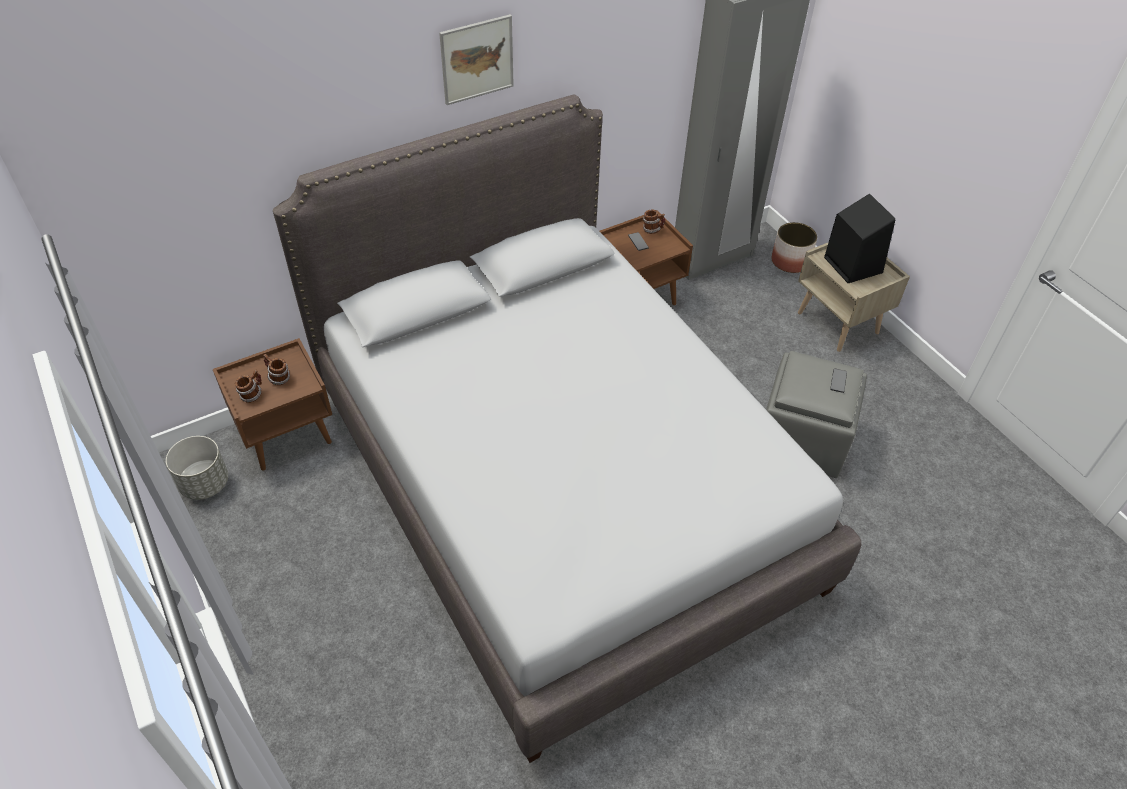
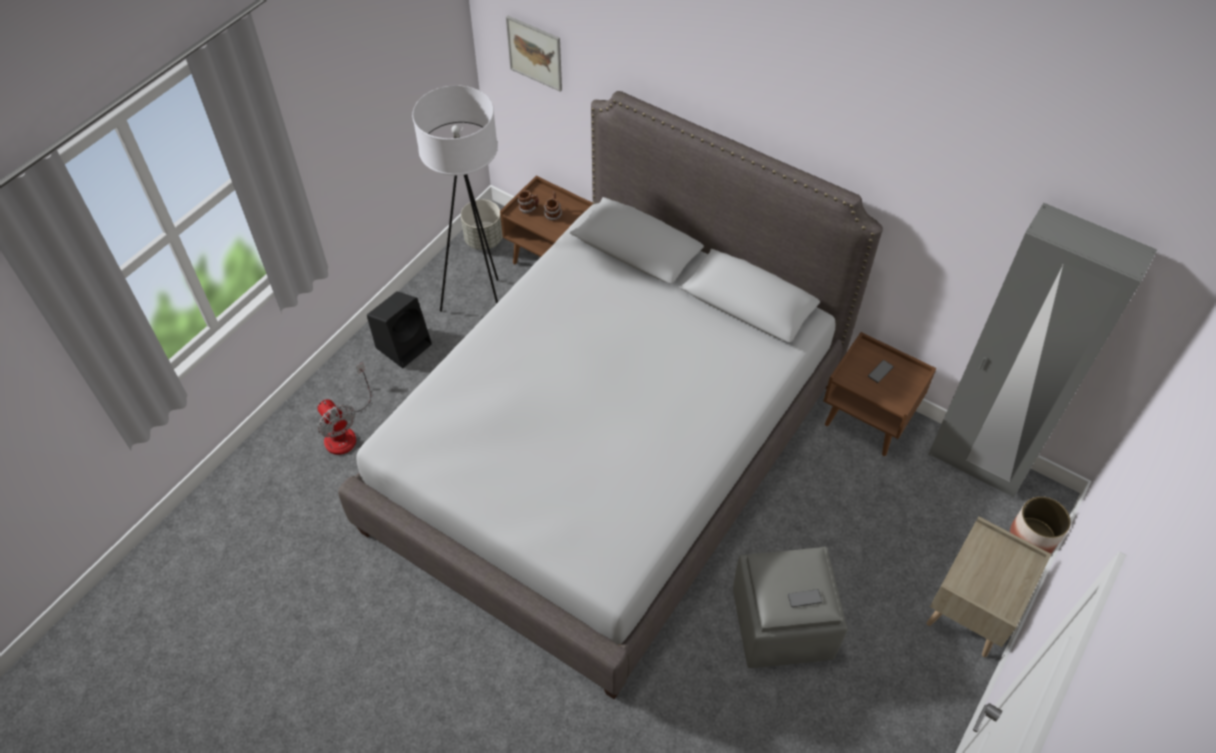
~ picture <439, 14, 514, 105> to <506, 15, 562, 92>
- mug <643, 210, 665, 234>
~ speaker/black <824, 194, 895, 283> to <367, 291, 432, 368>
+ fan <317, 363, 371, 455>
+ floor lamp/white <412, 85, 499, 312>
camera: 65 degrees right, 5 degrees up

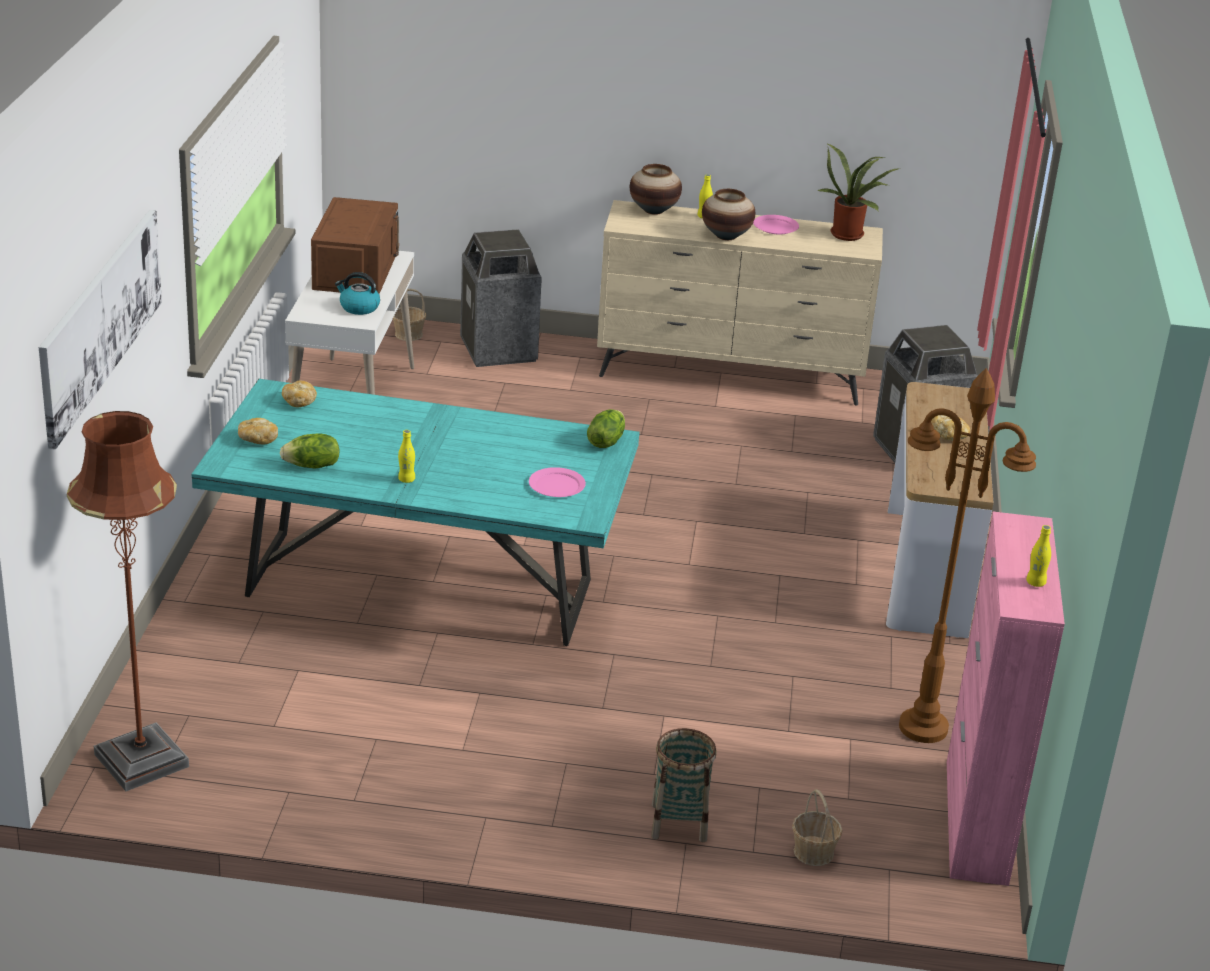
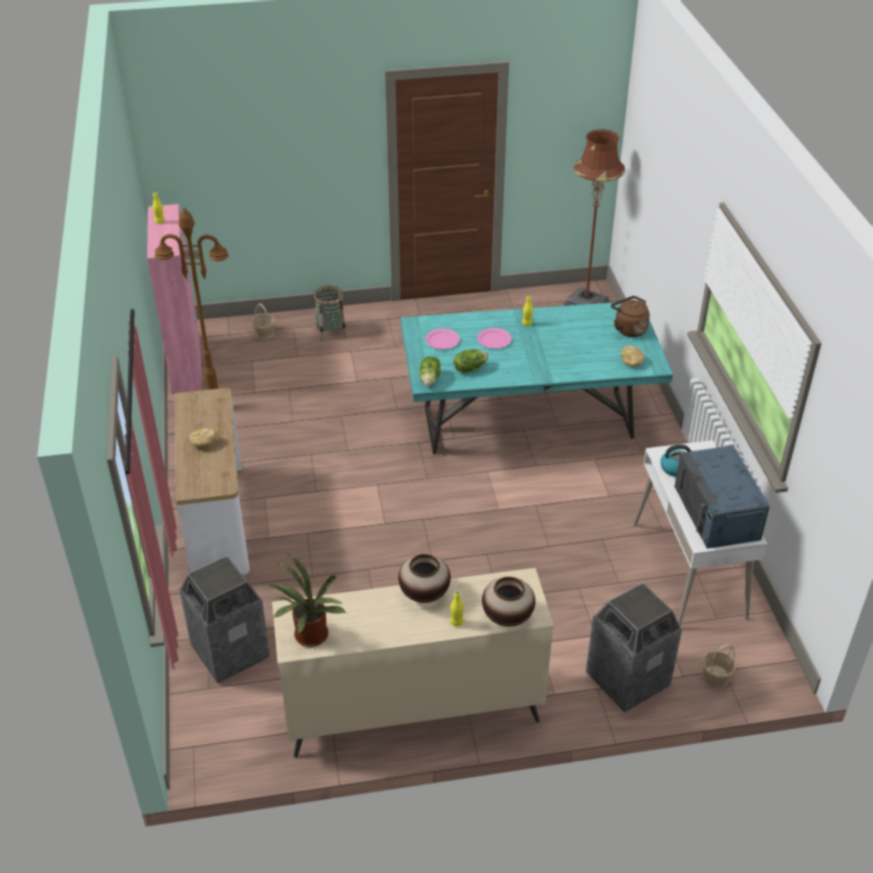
- picture <39, 210, 162, 449>
~ bread <238, 418, 278, 444> to kettle/brown <611, 296, 650, 337>
~ lettuce <280, 433, 340, 468> to <453, 349, 489, 373>
~ microwave/brown <311, 197, 399, 294> to microwave/blue <674, 445, 770, 549>
~ plate/pink <753, 215, 799, 234> to <477, 328, 512, 349>
camera: 165 degrees right, 10 degrees up

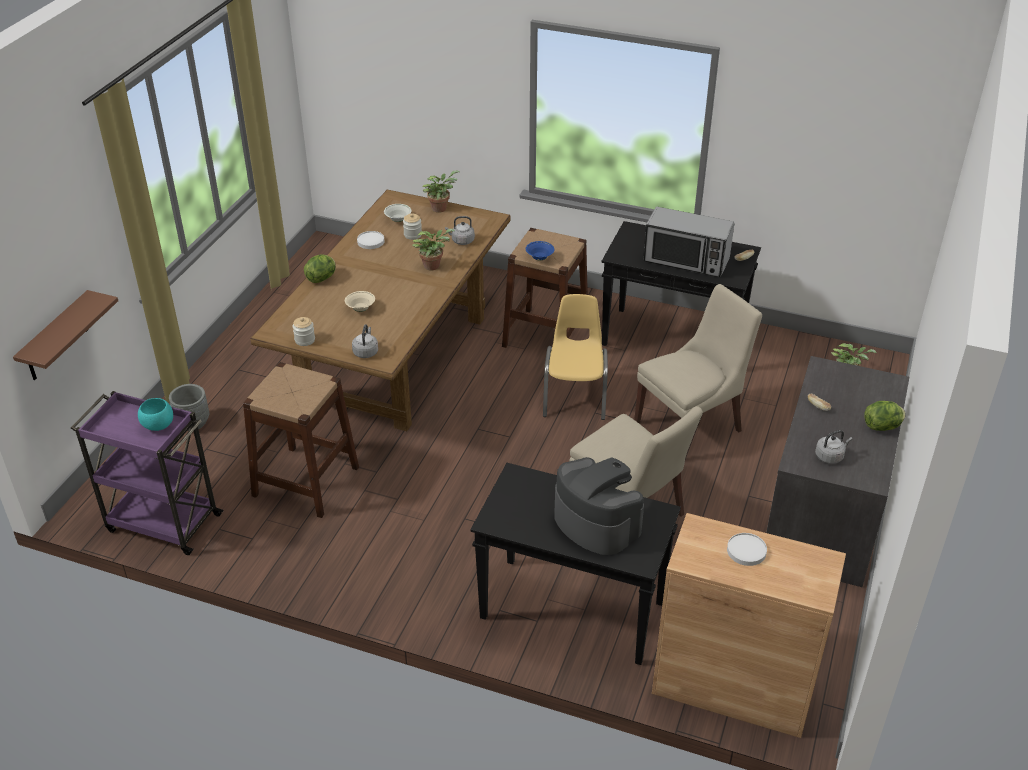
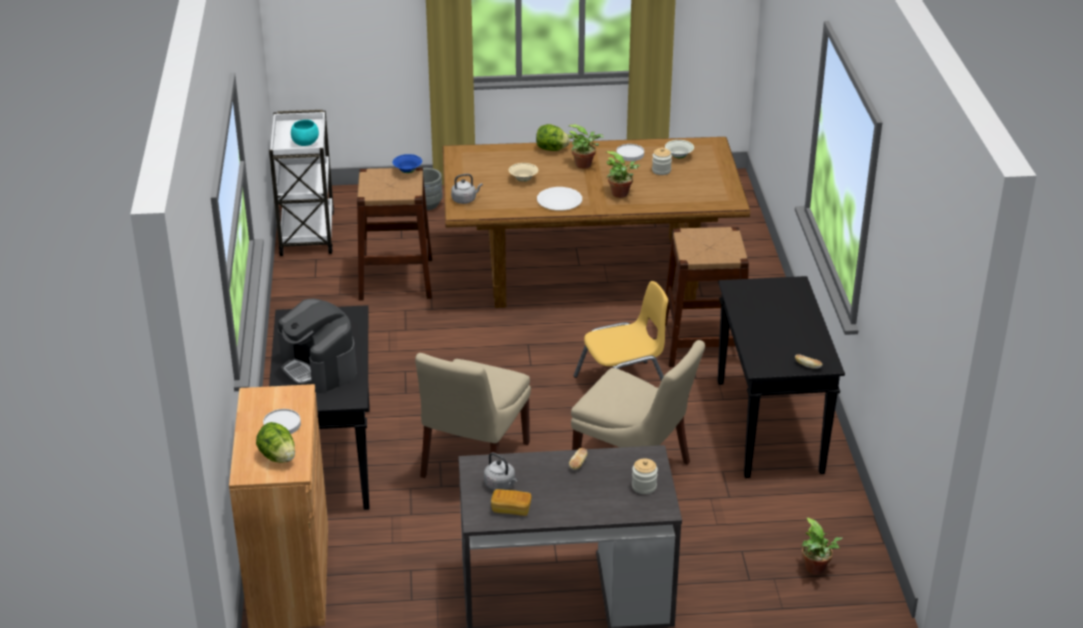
- shelf/brown <13, 290, 118, 380>
~ cart/purple <71, 391, 224, 555> to cart/white <269, 110, 334, 256>
~ jar <293, 317, 315, 346> to <632, 459, 658, 494>
~ potted plant <422, 170, 459, 213> to <568, 124, 604, 169>
- kettle/grey <445, 216, 475, 245>
~ bowl/blue <526, 241, 554, 261> to <393, 154, 422, 173>
~ coffee machine <554, 457, 644, 555> = <278, 299, 357, 393> 120 degrees clockwise
- microwave <643, 207, 735, 277>
~ lettuce <864, 401, 905, 431> to <256, 422, 295, 463>
+ bread <491, 489, 531, 516>
+ plate/white <537, 187, 582, 211>
camera: 65 degrees right, 5 degrees down

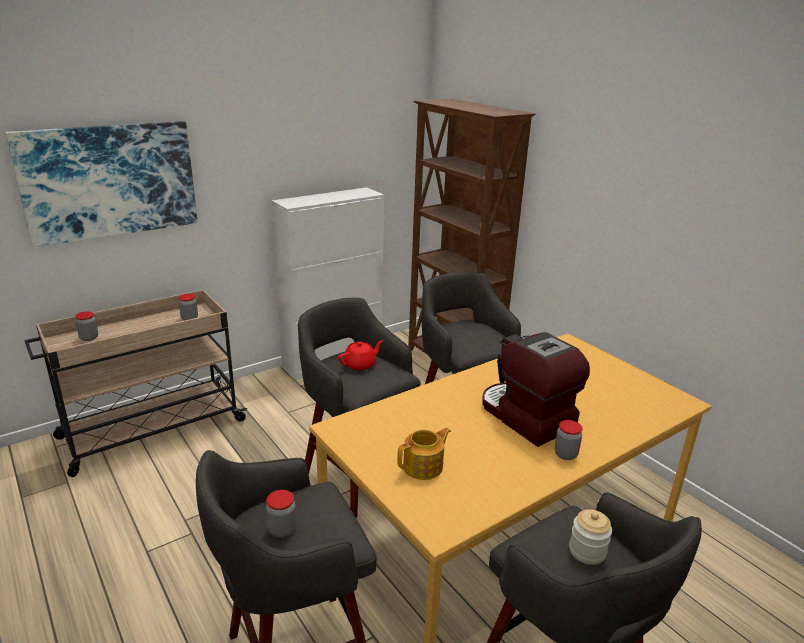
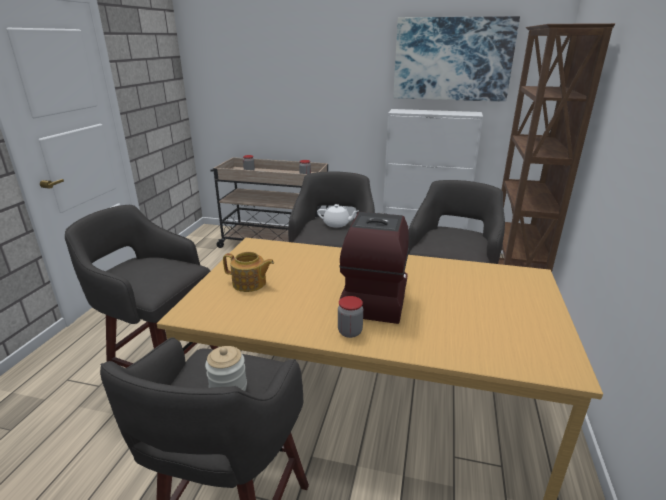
~ picture <5, 121, 198, 247> to <393, 16, 520, 102>
- jar <266, 490, 297, 538>
~ teapot/red <338, 340, 384, 370> to teapot/white <317, 204, 358, 228>
camera: 50 degrees right, 0 degrees up

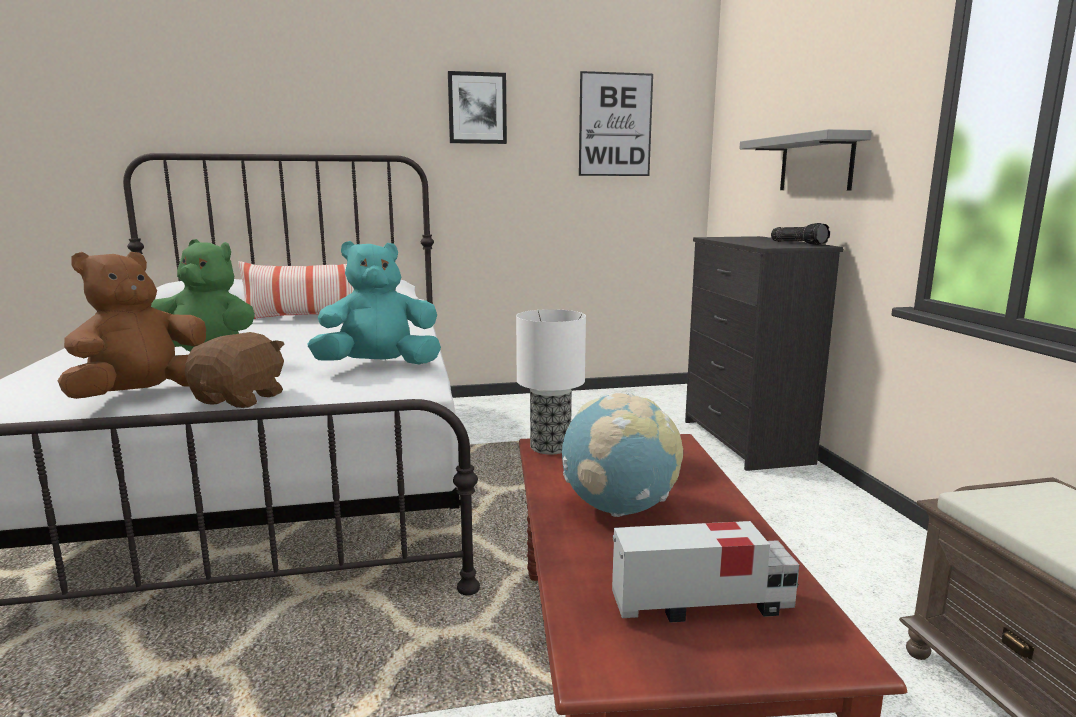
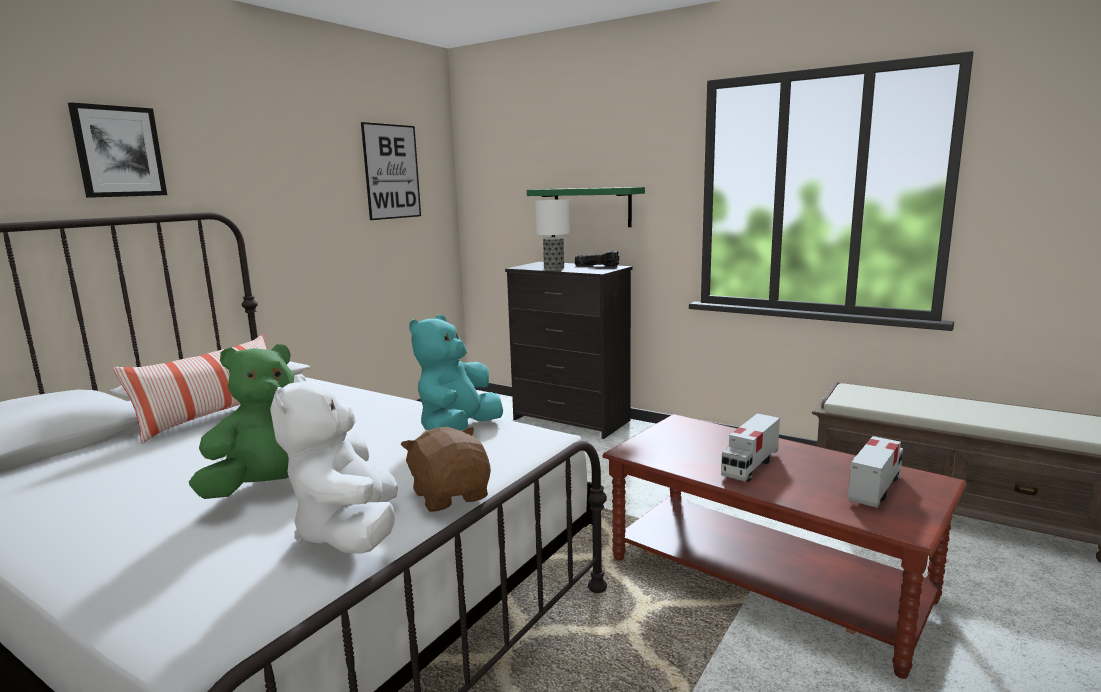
~ plush toy/brown <58, 252, 206, 399> to plush toy/white <270, 374, 398, 554>
~ picture <448, 71, 507, 144> to <68, 102, 167, 198>
~ table lamp <516, 309, 586, 454> to <535, 199, 570, 270>
~ globe <562, 392, 683, 517> to toy truck <721, 414, 780, 482>
~ shelf/grey <739, 129, 872, 190> to shelf/green <527, 187, 645, 227>
camera: 45 degrees left, 0 degrees up

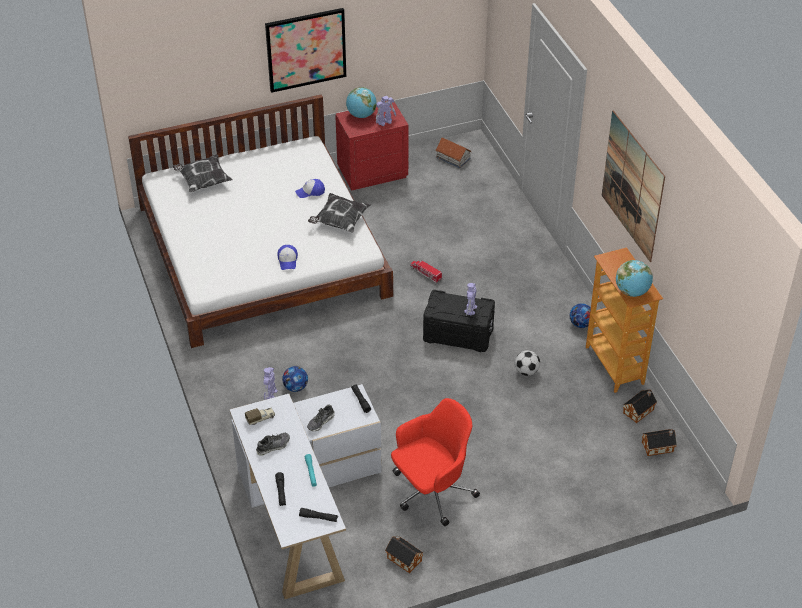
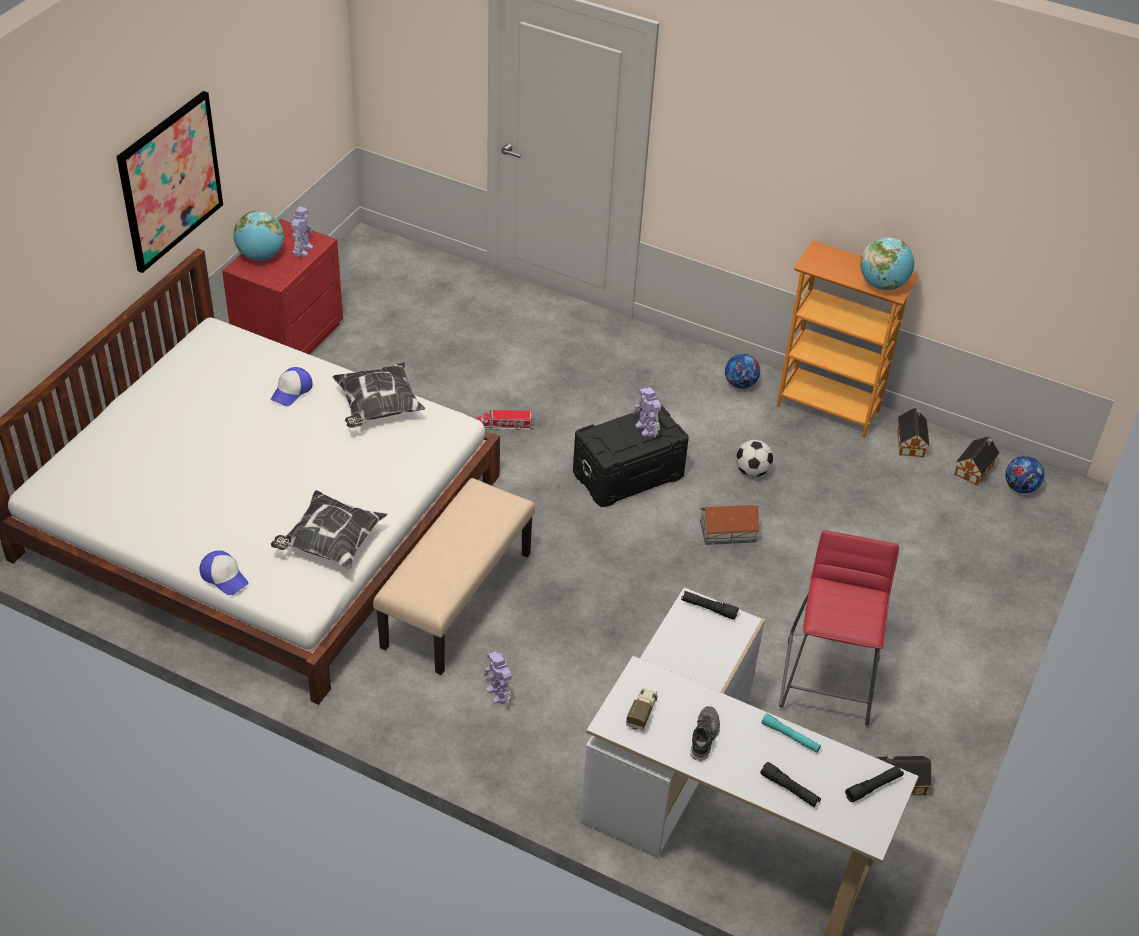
~ pillow <173, 154, 233, 192> to <271, 490, 387, 569>
~ cap <277, 245, 298, 270> to <199, 550, 249, 595>
~ football <282, 366, 308, 392> to <1005, 456, 1044, 493>
- shoe <307, 404, 335, 431>
~ office chair/red <391, 398, 480, 526> to stool/red <779, 530, 899, 726>
~ toy house <436, 138, 472, 168> to <700, 505, 760, 545>
- picture <602, 110, 665, 262>
+ bench/beige <373, 478, 535, 675>
camera: 45 degrees left, 0 degrees up

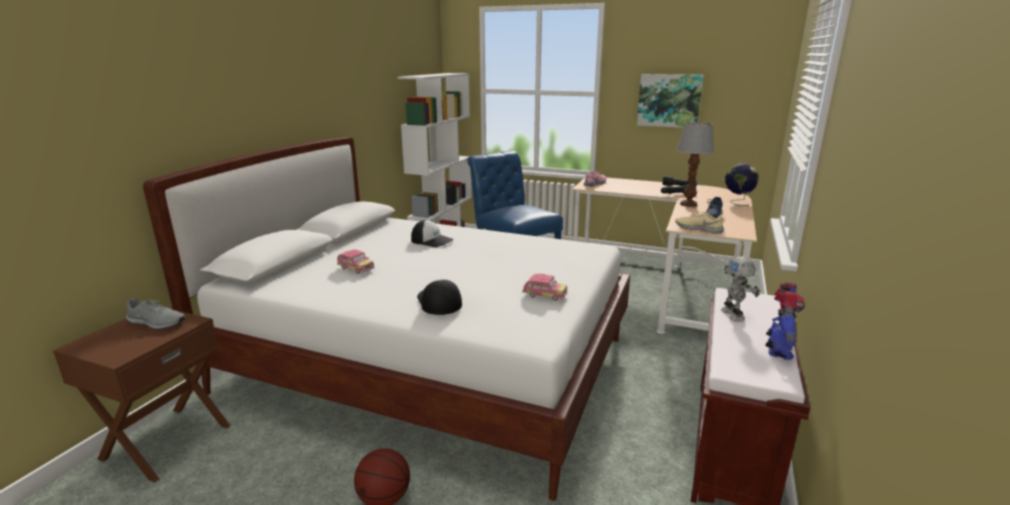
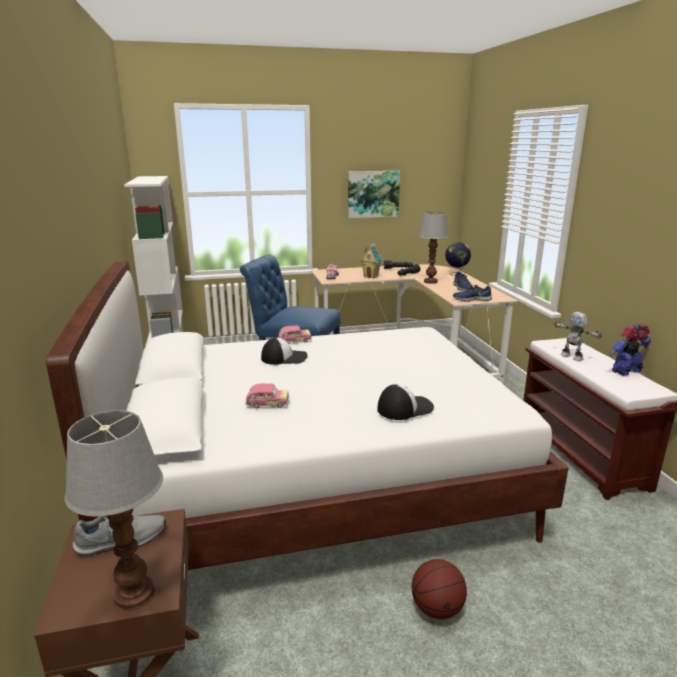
~ cap <417, 279, 462, 315> = <377, 384, 434, 420> 120 degrees clockwise
~ toy car <522, 274, 568, 301> to <278, 325, 312, 344>
~ shoe/beige <676, 212, 724, 234> to shoe/blue <453, 285, 492, 301>
~ toy robot <766, 282, 805, 360> = <609, 324, 650, 376> 105 degrees counterclockwise
+ table lamp <65, 410, 163, 611>
+ toy house <360, 244, 383, 279>
camera: 35 degrees left, 0 degrees up

